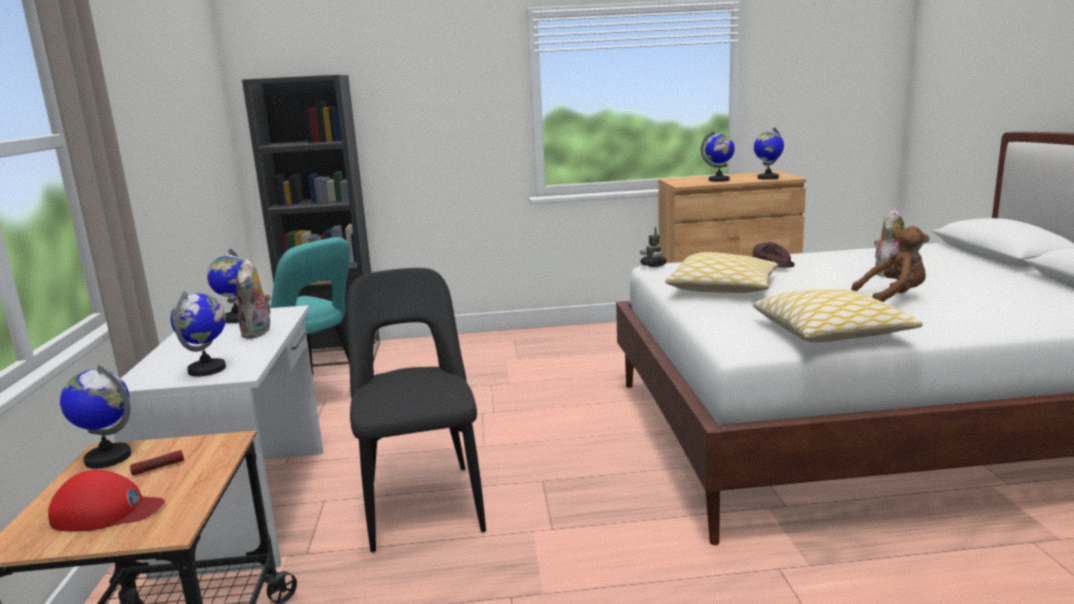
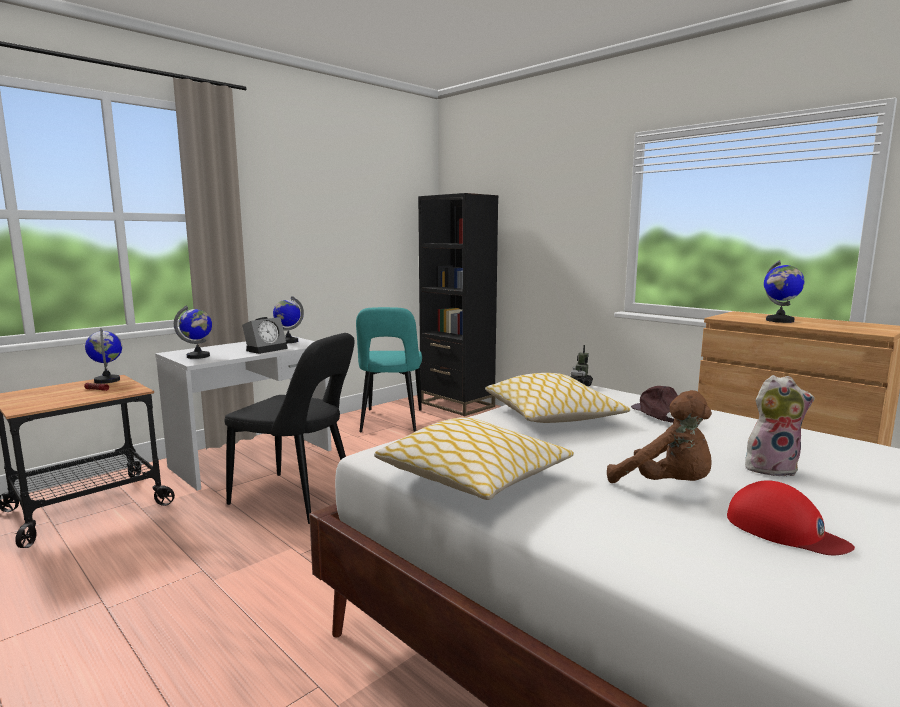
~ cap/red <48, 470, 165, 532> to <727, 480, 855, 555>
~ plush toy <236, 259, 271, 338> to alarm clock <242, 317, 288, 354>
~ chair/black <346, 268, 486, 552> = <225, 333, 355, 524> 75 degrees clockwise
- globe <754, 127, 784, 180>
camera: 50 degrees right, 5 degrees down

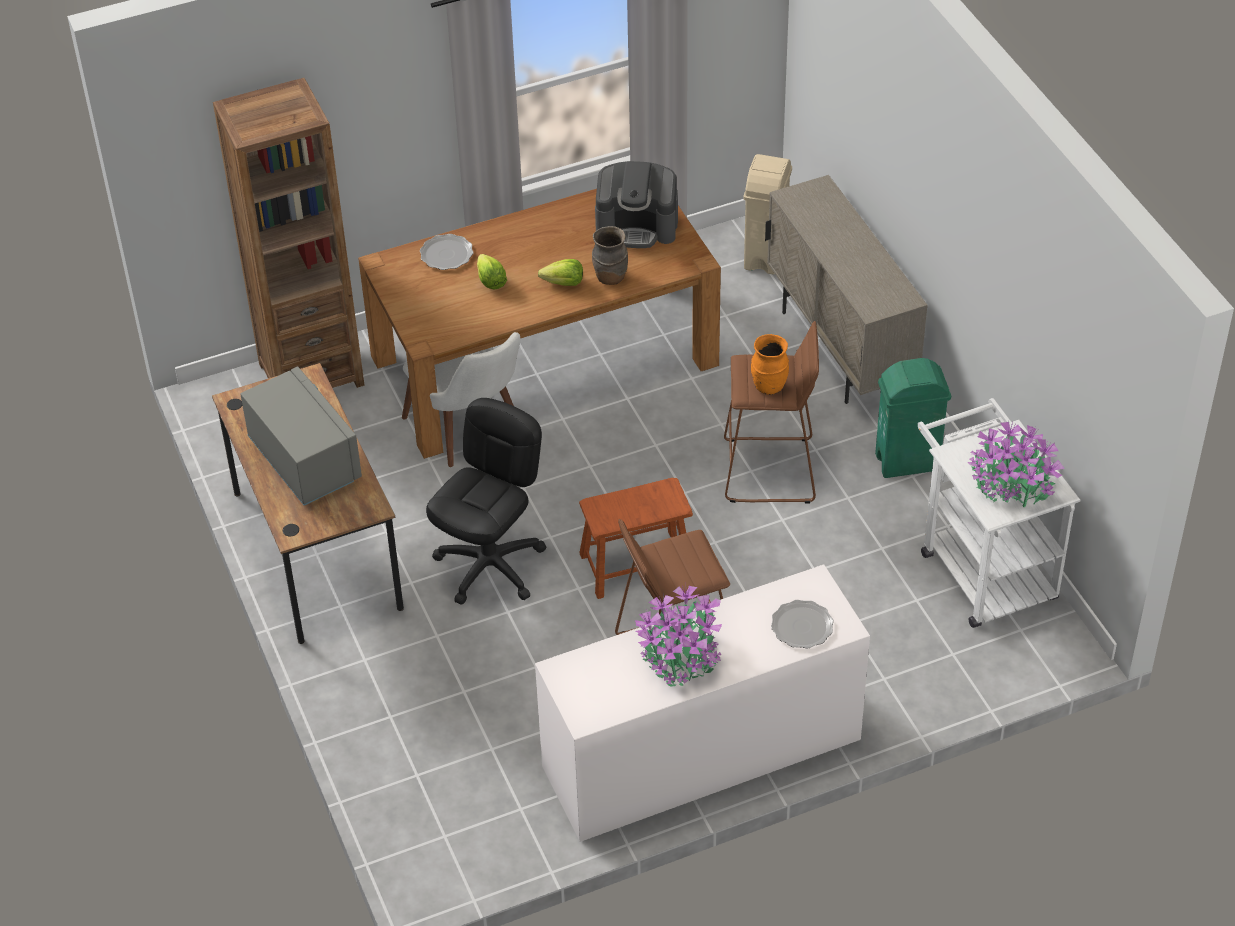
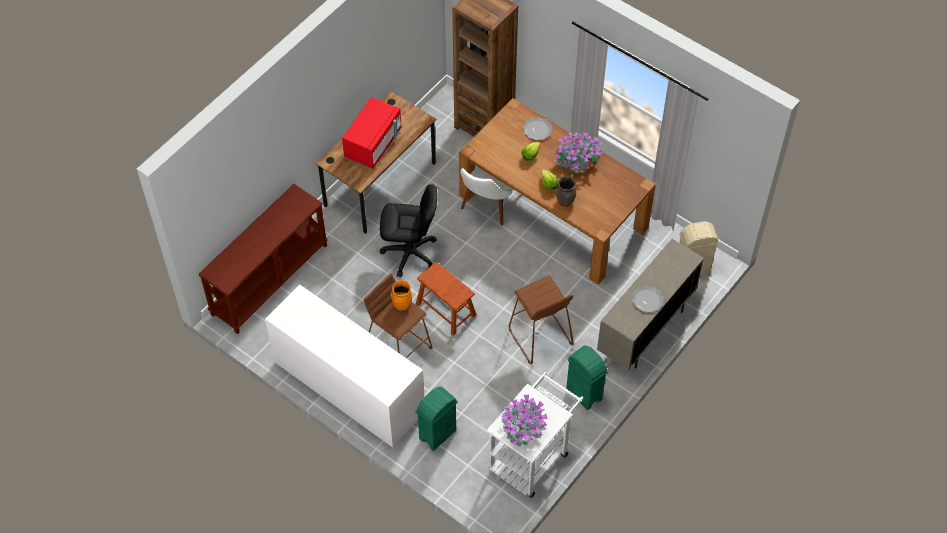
~ microwave/grey <240, 366, 362, 506> to microwave/red <342, 97, 401, 169>
- coffee machine <595, 161, 678, 248>
~ potted plant <635, 585, 722, 687> to <554, 132, 603, 173>
~ vase/orange <751, 334, 789, 395> to <391, 280, 412, 311>
~ plate <771, 600, 834, 649> to <632, 286, 663, 312>
+ console table/brown <199, 184, 327, 334>
+ trash can/green <416, 387, 458, 451>
camera: 60 degrees right, 10 degrees up

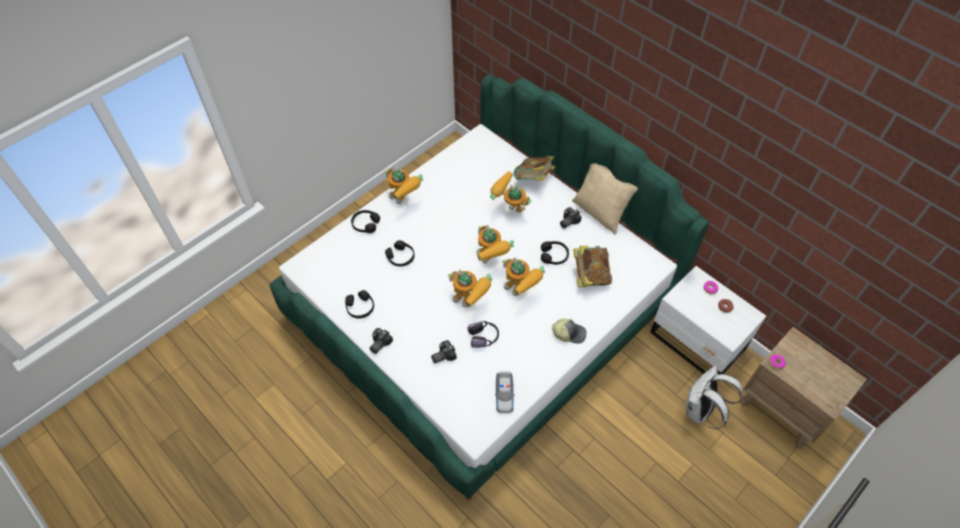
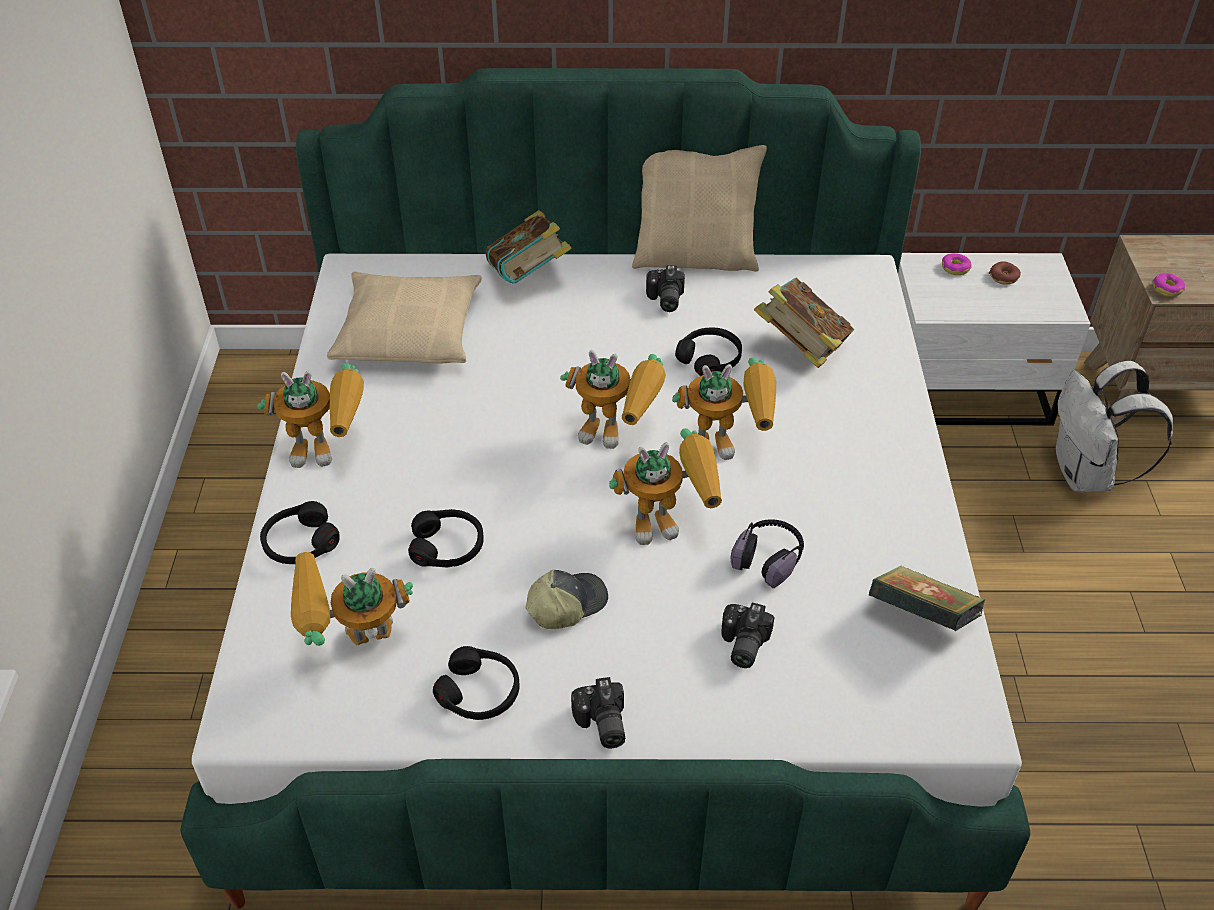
~ toy robot <490, 171, 531, 213> to <291, 552, 413, 646>
~ toy car <495, 371, 515, 413> to book <869, 566, 985, 631>
~ cap <552, 319, 587, 344> to <526, 570, 608, 629>
+ pillow/beige <327, 272, 482, 363>
camera: 45 degrees left, 10 degrees down

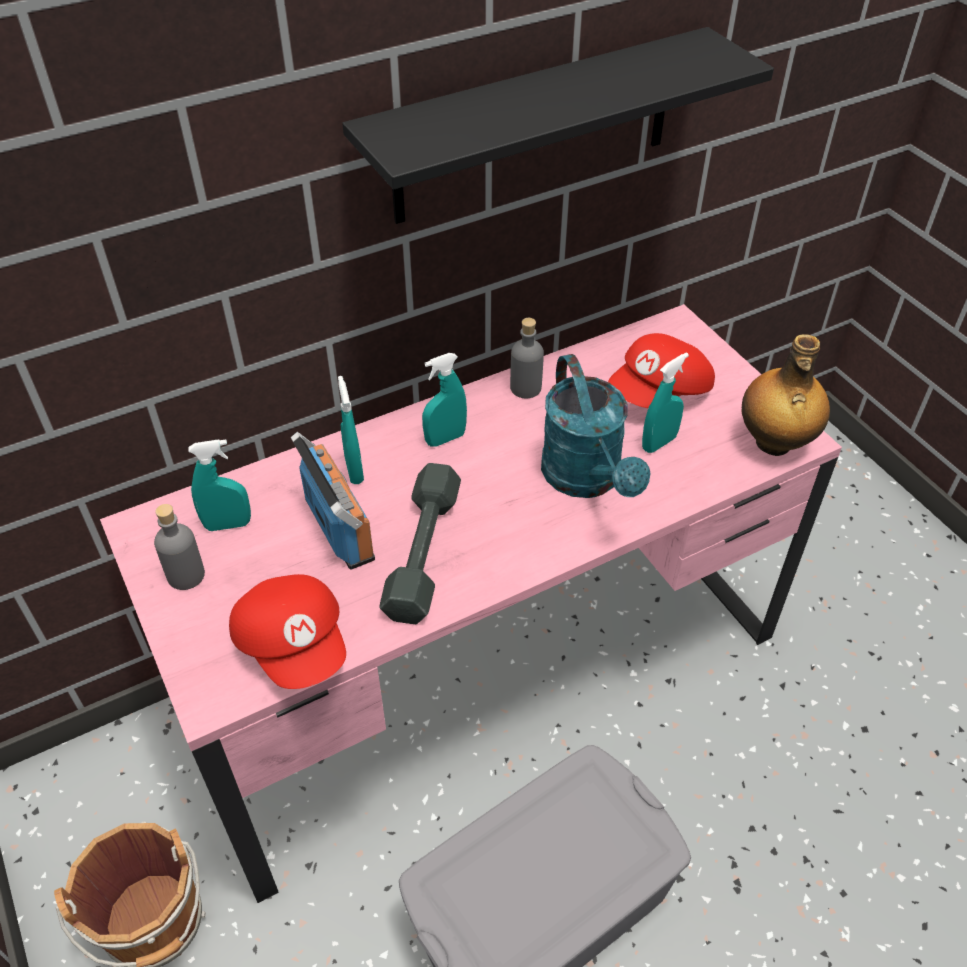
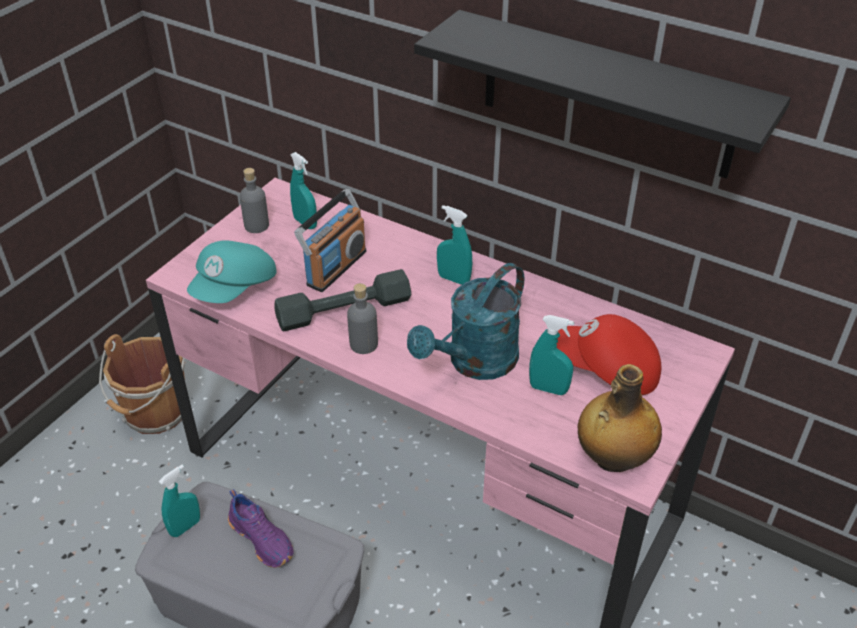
~ cap/red <229, 574, 346, 689> to cap/turquoise <187, 240, 277, 303>
~ spray bottle/turquoise <338, 376, 364, 484> to <159, 465, 200, 537>
~ bottle/grey <510, 318, 544, 398> to <347, 283, 378, 354>
+ shoe/purple <228, 489, 294, 568>
camera: 60 degrees right, 5 degrees down

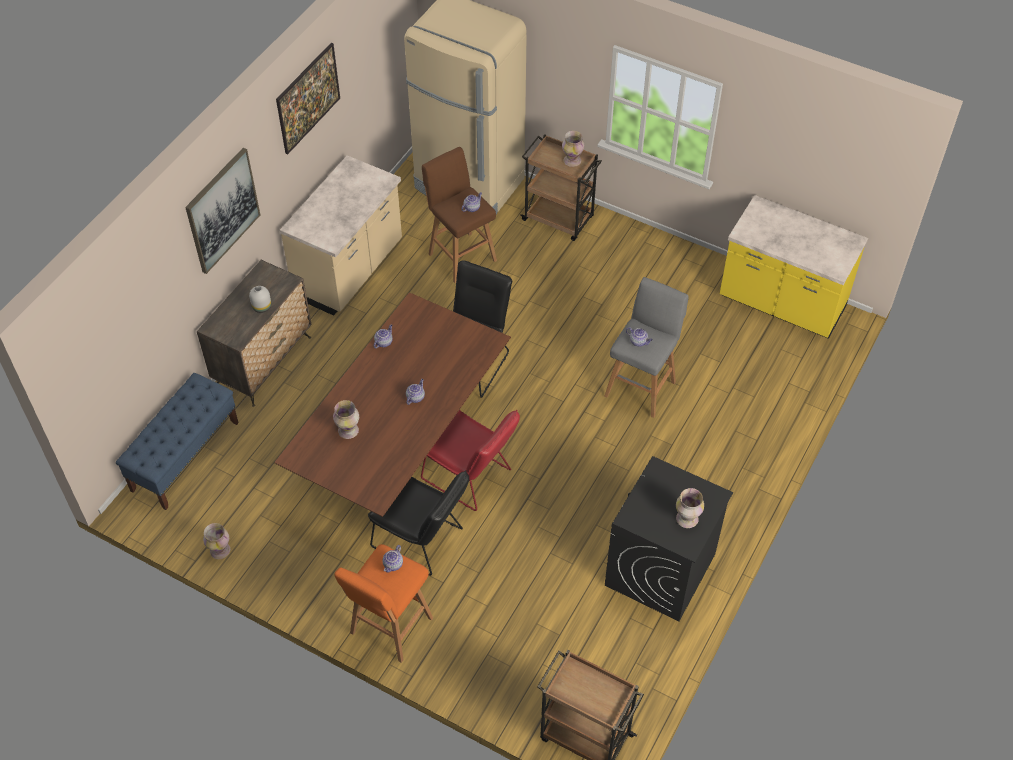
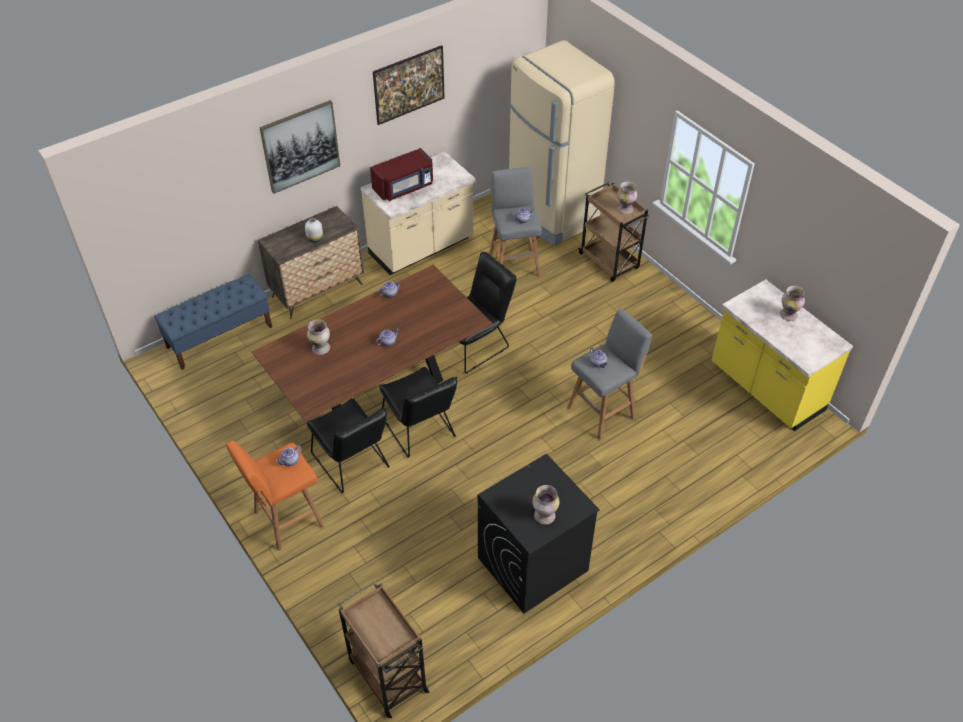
~ vase <203, 523, 230, 559> to <780, 286, 805, 321>
~ chair/red <421, 410, 520, 511> to chair/black <379, 367, 457, 458>
~ stool/brown <422, 147, 497, 283> to stool/grey <489, 167, 542, 277>
+ microwave/red <370, 148, 433, 201>
camera: 25 degrees right, 5 degrees down

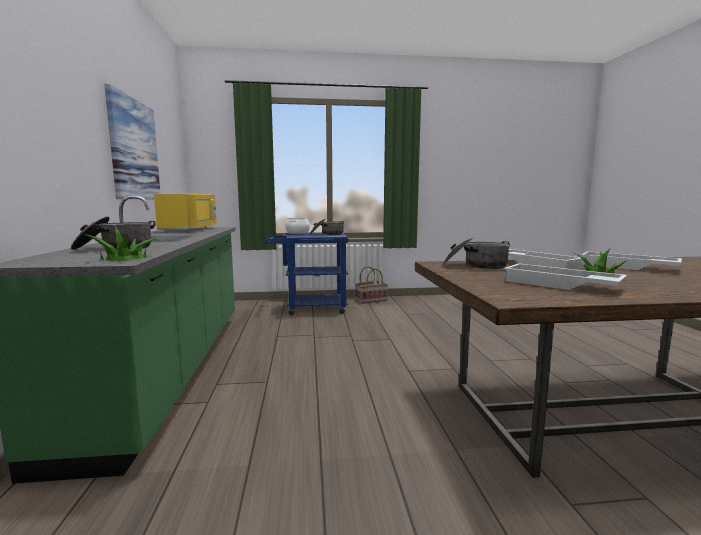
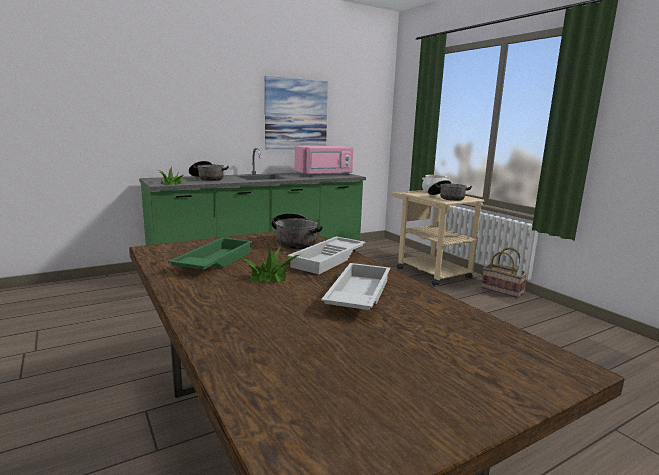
~ microwave/yellow <154, 194, 217, 232> to microwave/pink <295, 146, 353, 176>
~ cart/blue <265, 232, 349, 315> to cart/beige <391, 190, 485, 286>
~ tray/white <504, 263, 627, 290> to tray/green <168, 237, 253, 270>
camera: 65 degrees right, 5 degrees up

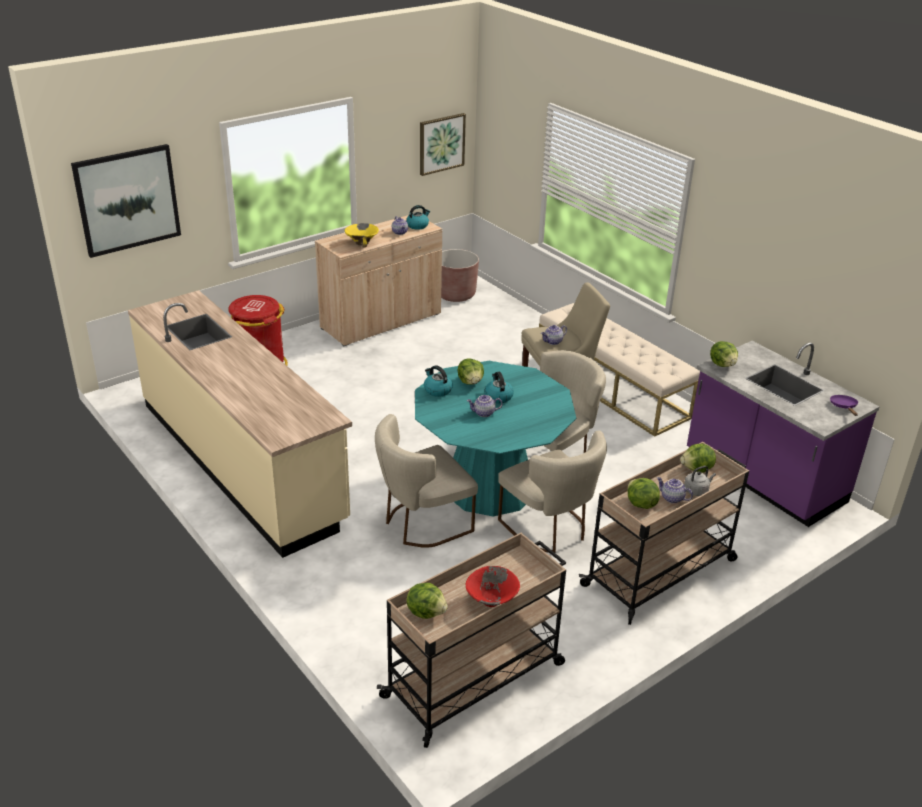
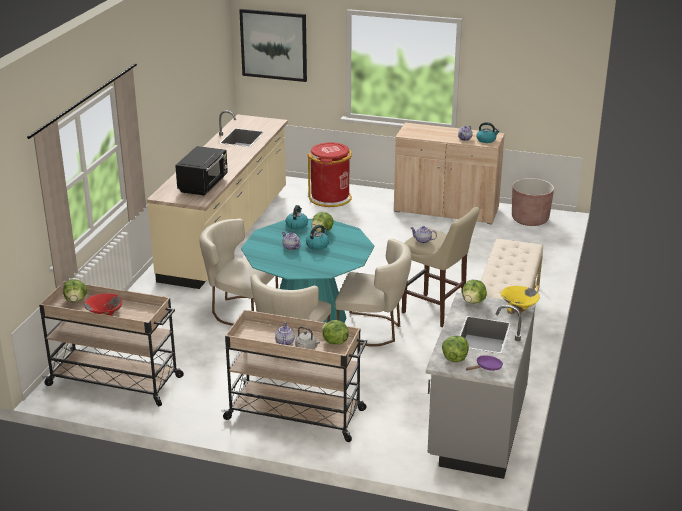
~ bowl/yellow <345, 223, 379, 248> to <501, 286, 540, 314>
- picture <420, 113, 466, 176>
~ lettuce <628, 478, 660, 509> to <442, 336, 469, 362>
~ counter/purple <687, 341, 880, 527> to counter/grey <426, 293, 536, 479>
+ microwave/black <175, 146, 228, 196>
camera: 55 degrees right, 5 degrees down

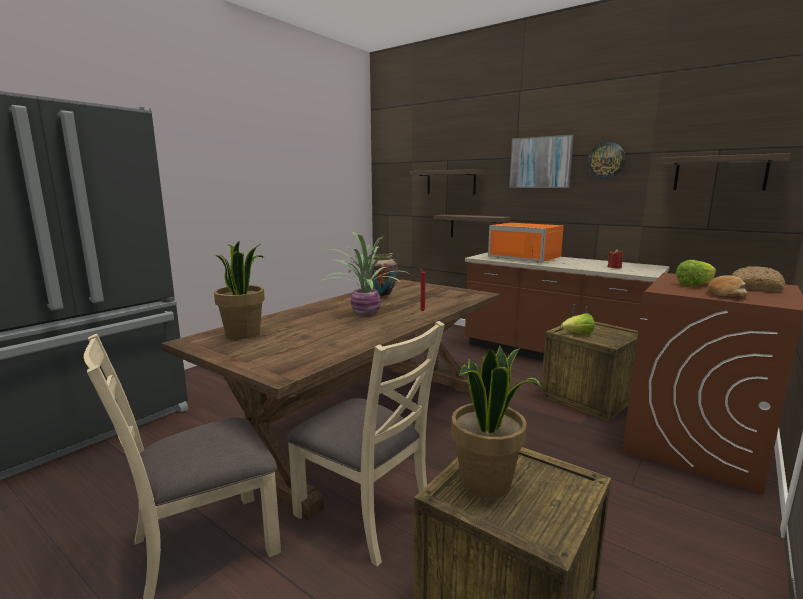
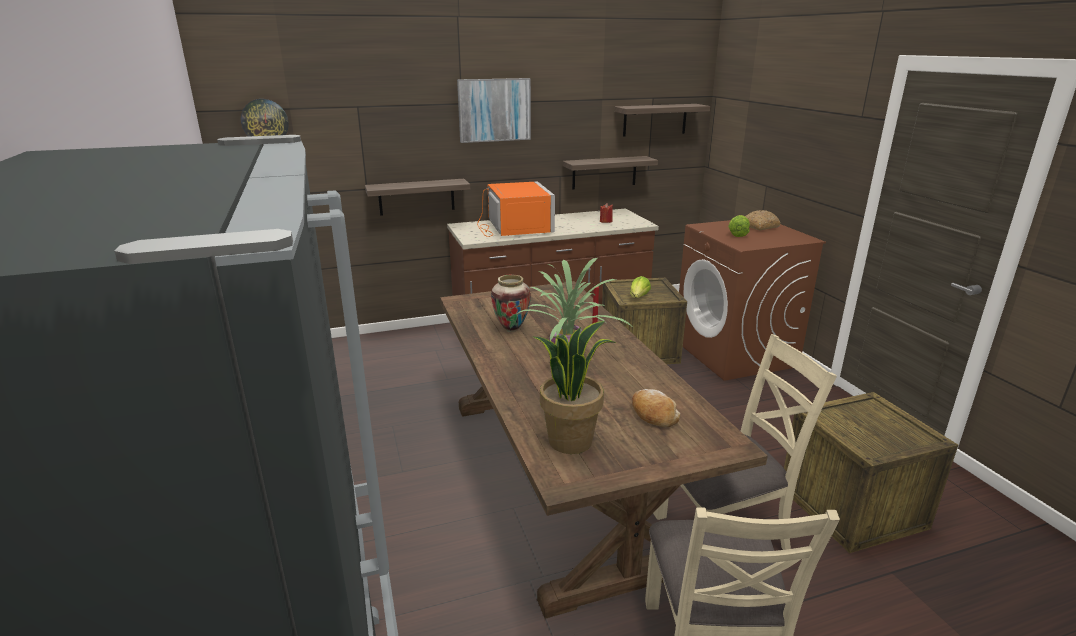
~ shelf <410, 169, 484, 195> to <563, 156, 658, 189>
- potted plant <451, 346, 542, 498>
~ microwave/orange <488, 223, 564, 263> = <477, 181, 555, 237> 90 degrees counterclockwise
~ wall clock <587, 142, 626, 179> to <241, 99, 289, 137>
~ bread <708, 275, 748, 299> to <632, 389, 680, 427>
camera: 55 degrees left, 10 degrees up

